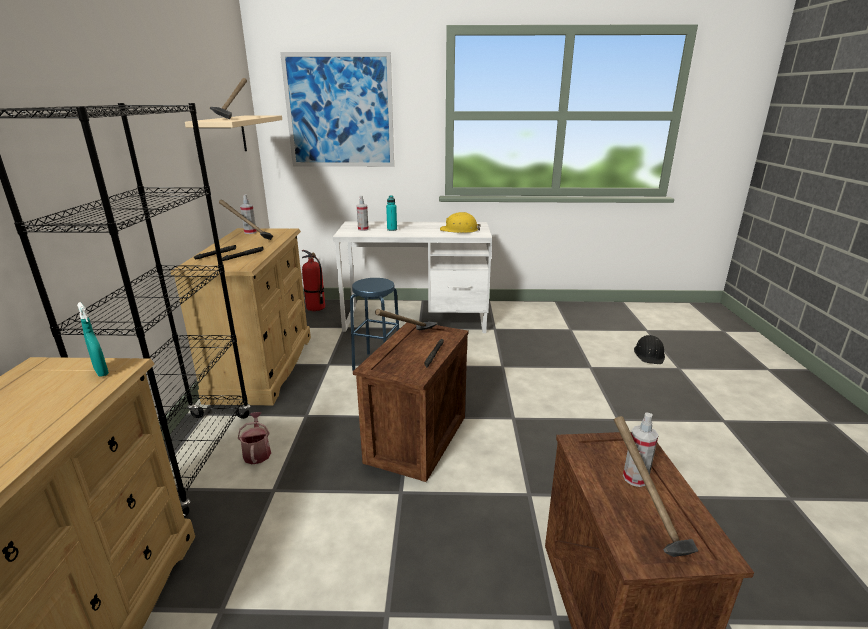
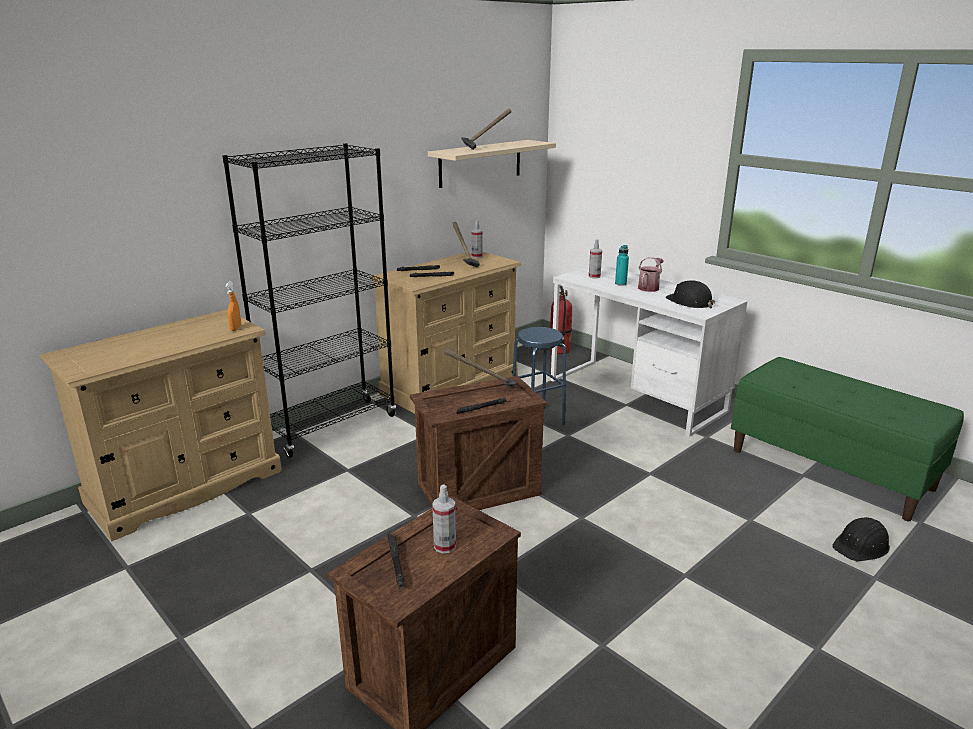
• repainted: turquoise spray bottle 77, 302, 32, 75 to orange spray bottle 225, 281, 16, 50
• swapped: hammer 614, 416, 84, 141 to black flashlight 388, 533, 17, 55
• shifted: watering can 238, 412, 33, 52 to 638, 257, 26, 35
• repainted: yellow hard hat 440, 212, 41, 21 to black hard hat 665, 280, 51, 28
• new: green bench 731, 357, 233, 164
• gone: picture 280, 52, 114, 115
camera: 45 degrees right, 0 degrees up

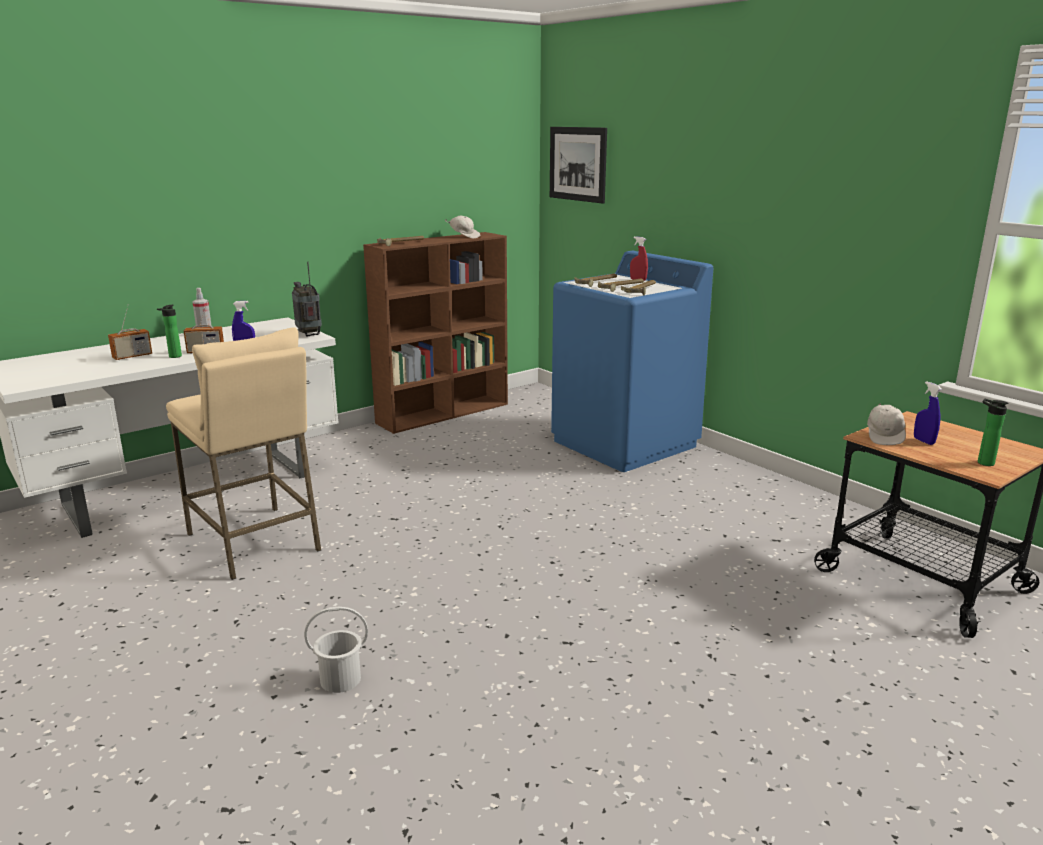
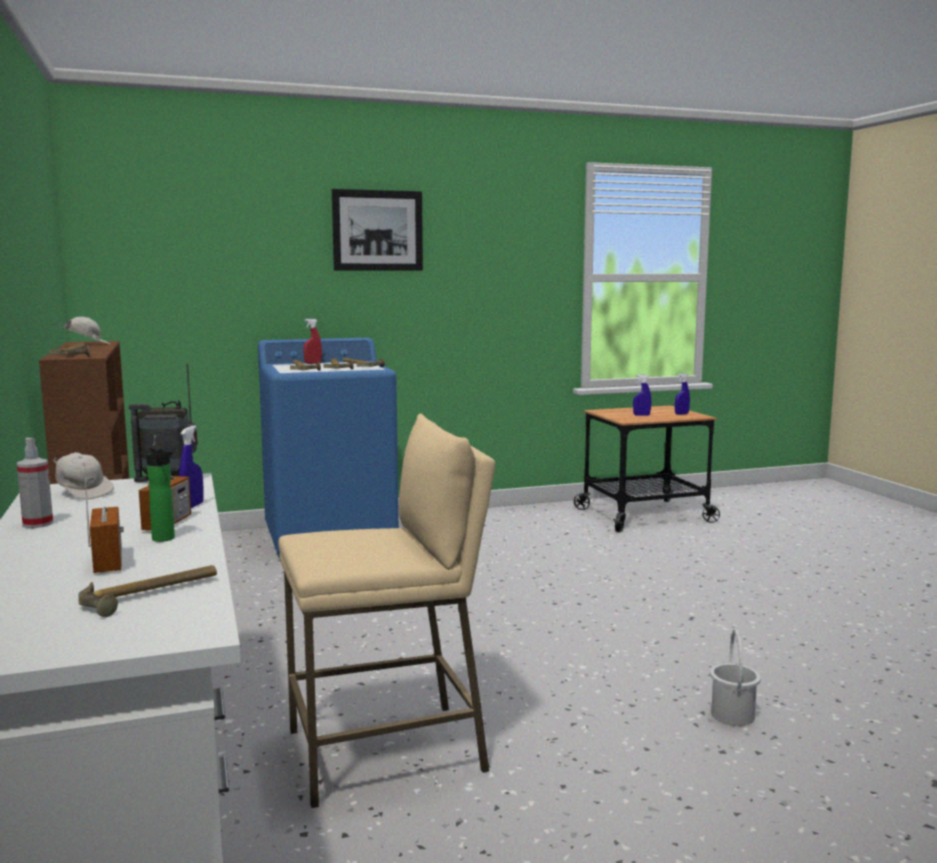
• shifted: white cap 867, 403, 39, 42 to 53, 452, 61, 48
• new: hammer 78, 565, 139, 52
• shifted: picture 550, 127, 57, 77 to 332, 189, 91, 82
• swapped: bottle 978, 399, 31, 67 to blue spray bottle 675, 374, 15, 41
camera: 70 degrees left, 10 degrees down

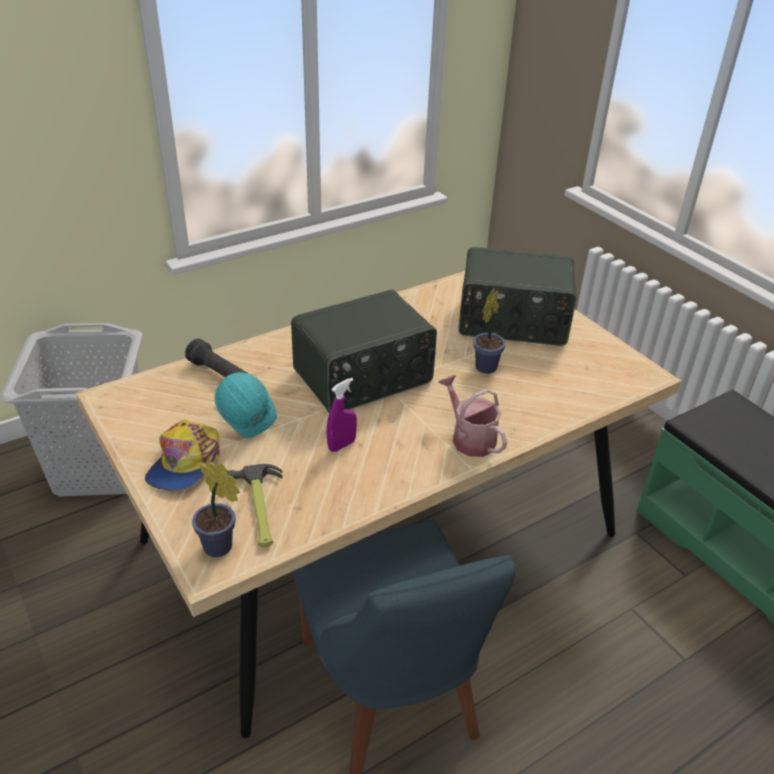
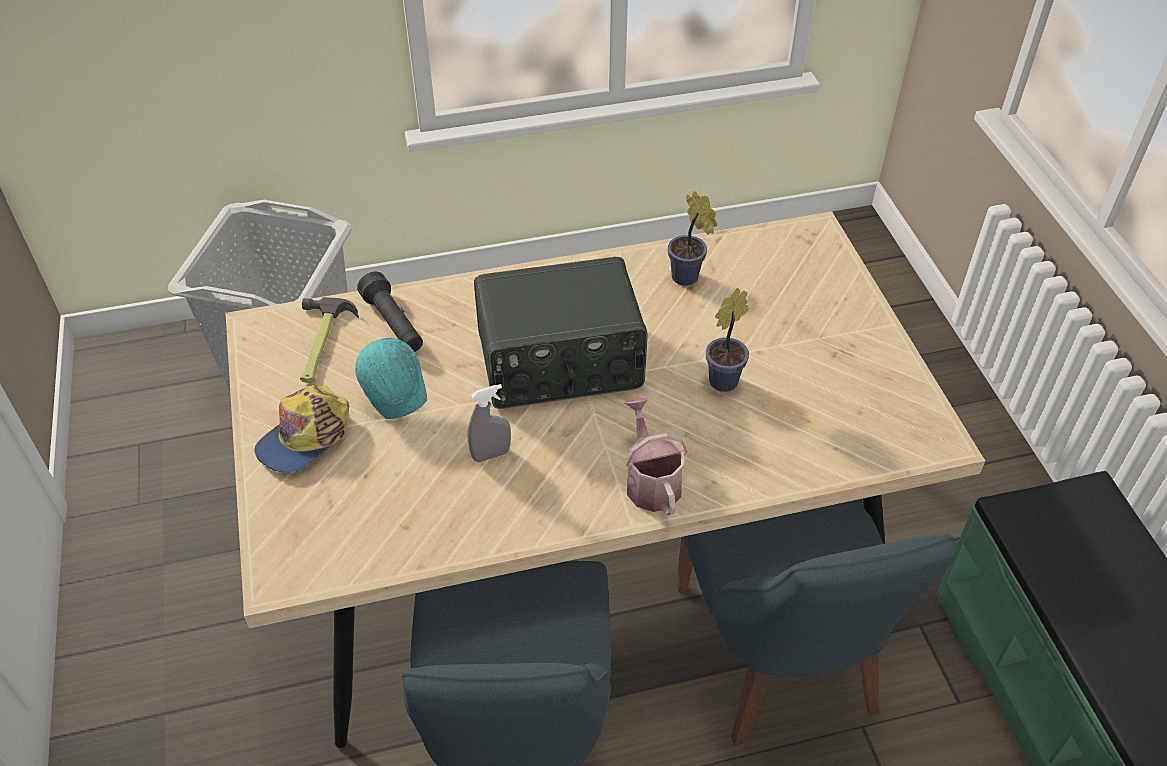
• shifted: hammer 227, 464, 56, 83 to 300, 297, 59, 86
• repainted: purple spray bottle 327, 378, 30, 74 to grey spray bottle 467, 384, 44, 78
• shifted: potted plant 192, 461, 48, 96 to 668, 191, 49, 95
• new: blue chair 676, 499, 280, 246
• gone: radio 458, 247, 118, 99
camera: 20 degrees right, 10 degrees up

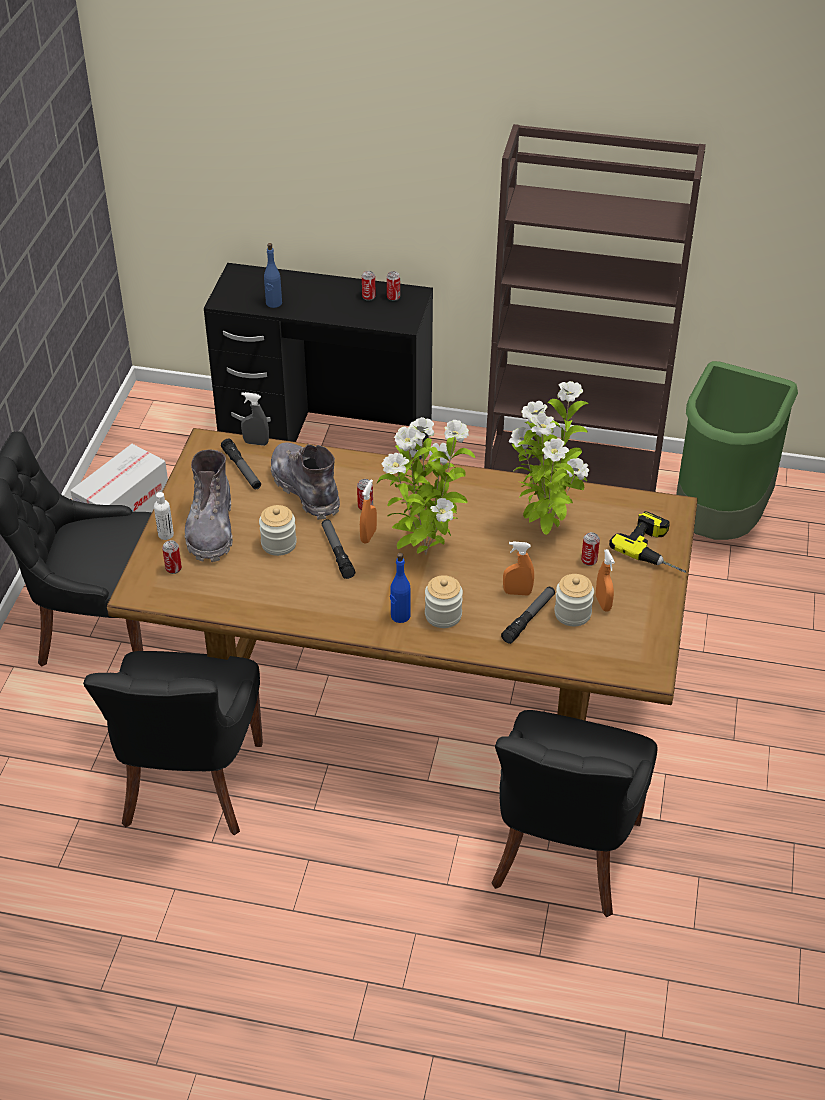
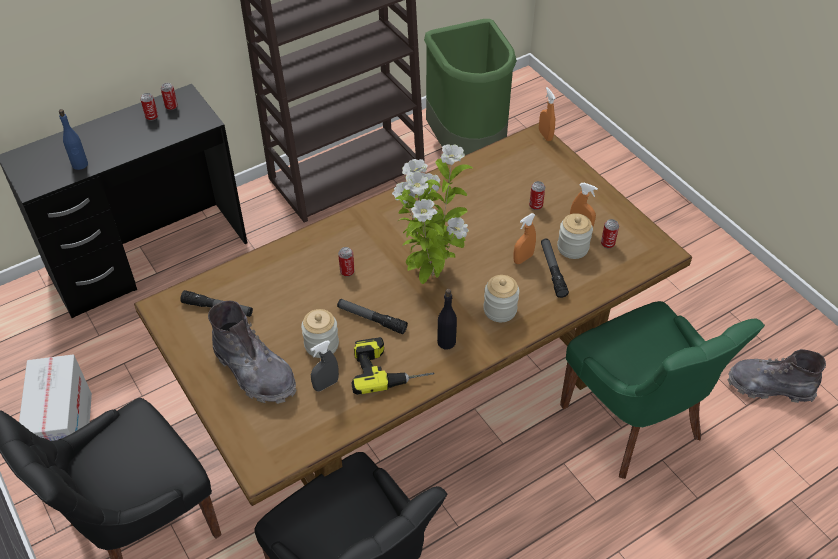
• shifted: grey spray bottle 241, 392, 28, 54 to 310, 340, 29, 51
• shifted: power drill 609, 511, 77, 62 to 351, 337, 84, 58
• new: black bottle 437, 289, 20, 60
• shifted: orange spray bottle 360, 479, 17, 65 to 539, 87, 17, 54
• repainted: black chair 491, 710, 166, 207 to green chair 560, 301, 205, 178
• shifted: can 162, 540, 20, 34 to 601, 219, 18, 29
• shifted: grey boot 271, 443, 69, 77 to 728, 349, 98, 54
• gone: white bottle 154, 492, 20, 48
• gone: blue bottle 390, 553, 21, 70
• gone: potted plant 509, 381, 81, 154
camera: 45 degrees left, 5 degrees up

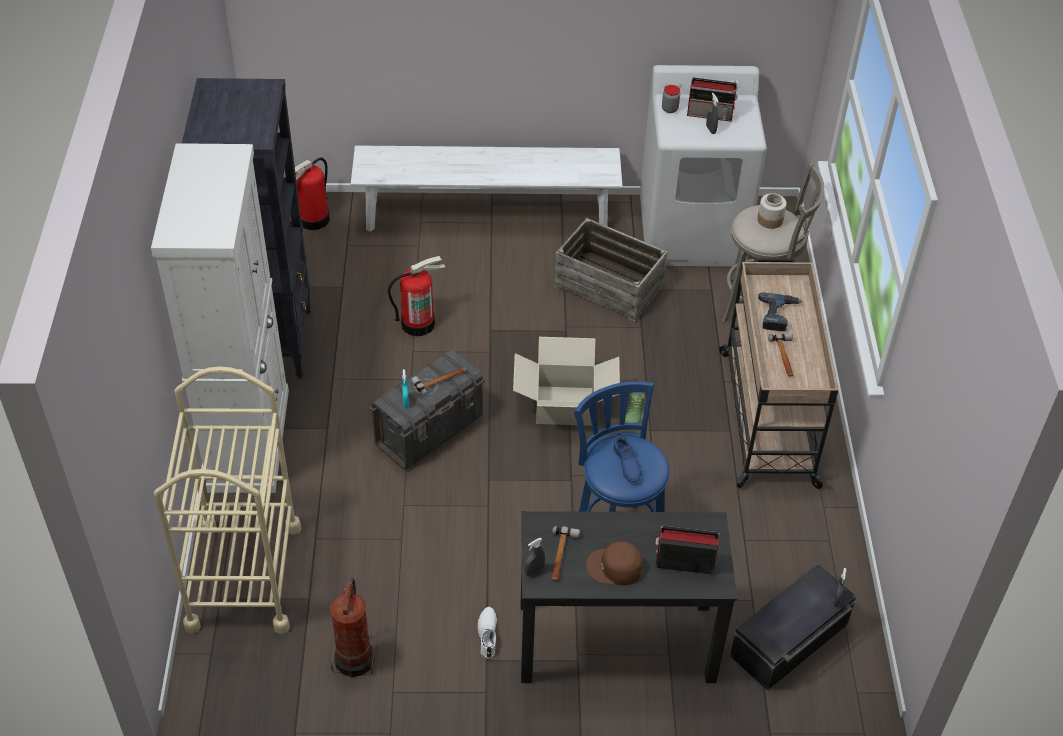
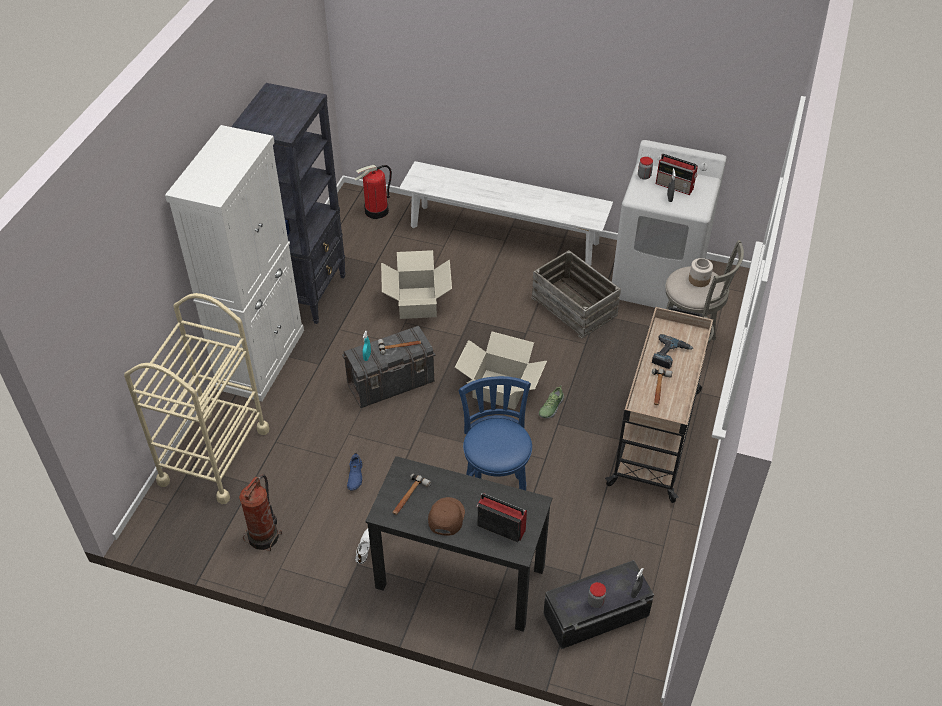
• shifted: blue shoe 613, 433, 29, 49 to 347, 453, 16, 38
• swapped: fire extinguisher 388, 256, 57, 80 to cardboard box 381, 250, 71, 69
• rotated: brown cap 586, 541, 57, 44 = 428, 497, 37, 39 75 degrees clockwise
• new: jar 588, 582, 18, 26
• gone: grey spray bottle 525, 538, 20, 38
camera: 20 degrees right, 0 degrees up

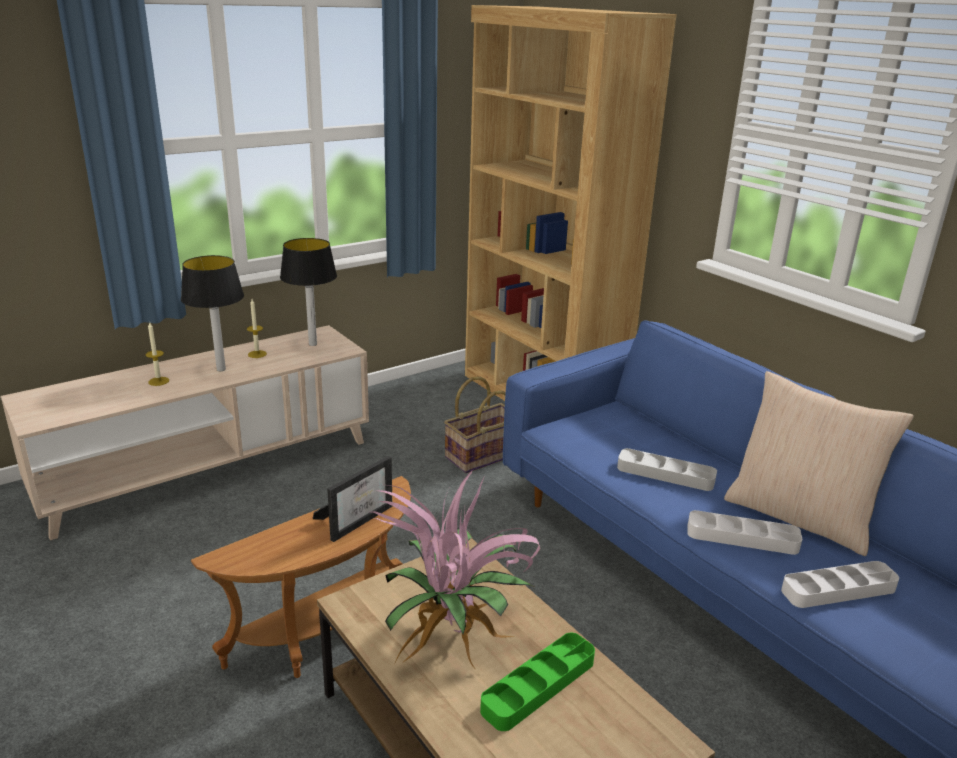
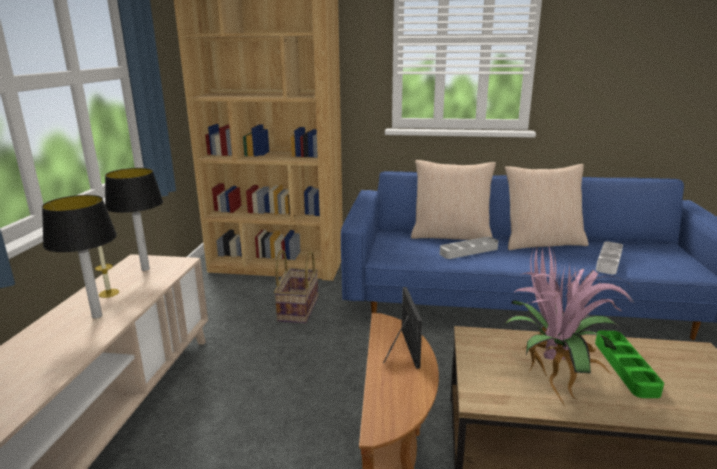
• new: beige pillow 411, 160, 85, 80
• gone: candle 146, 323, 23, 63
• gone: white tray 688, 510, 114, 45
camera: 45 degrees left, 5 degrees down

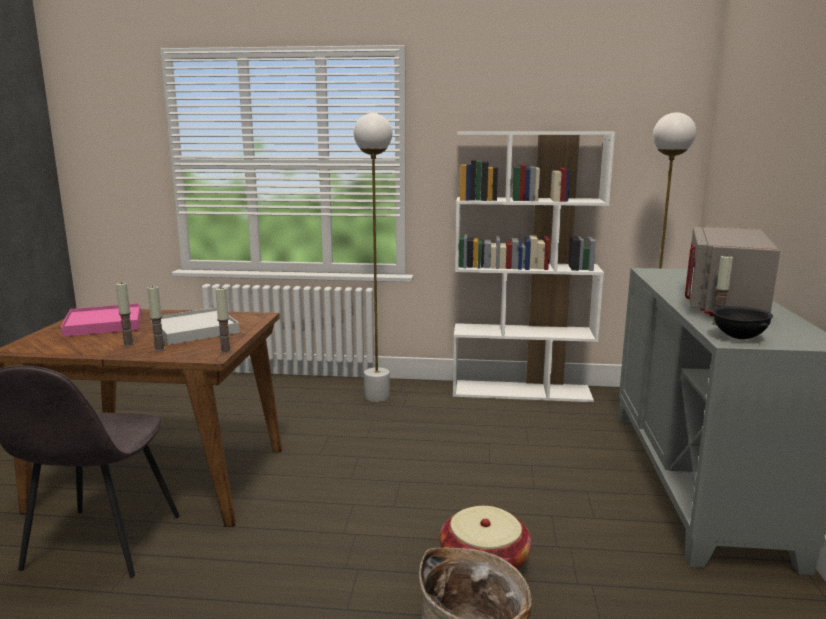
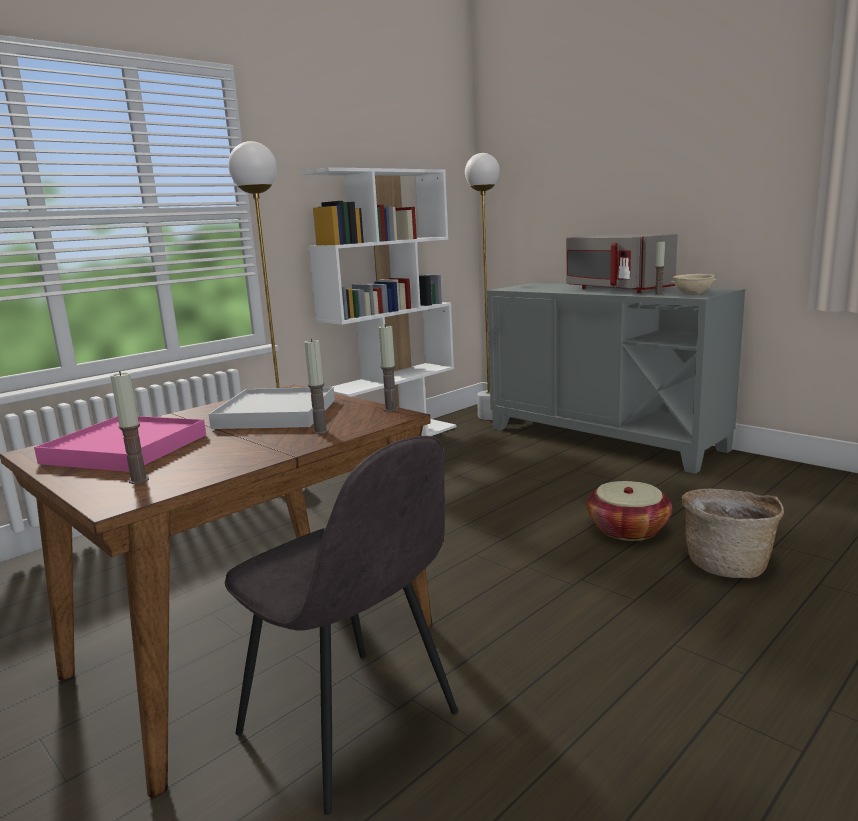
• shifted: candle 116, 282, 19, 65 to 111, 371, 38, 113
• repainted: black bowl 713, 306, 60, 33 to beige bowl 671, 274, 45, 21
camera: 50 degrees left, 0 degrees up

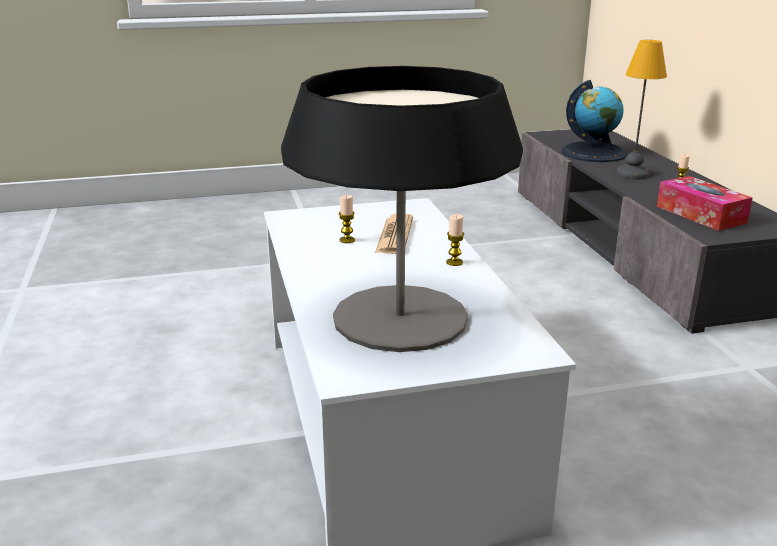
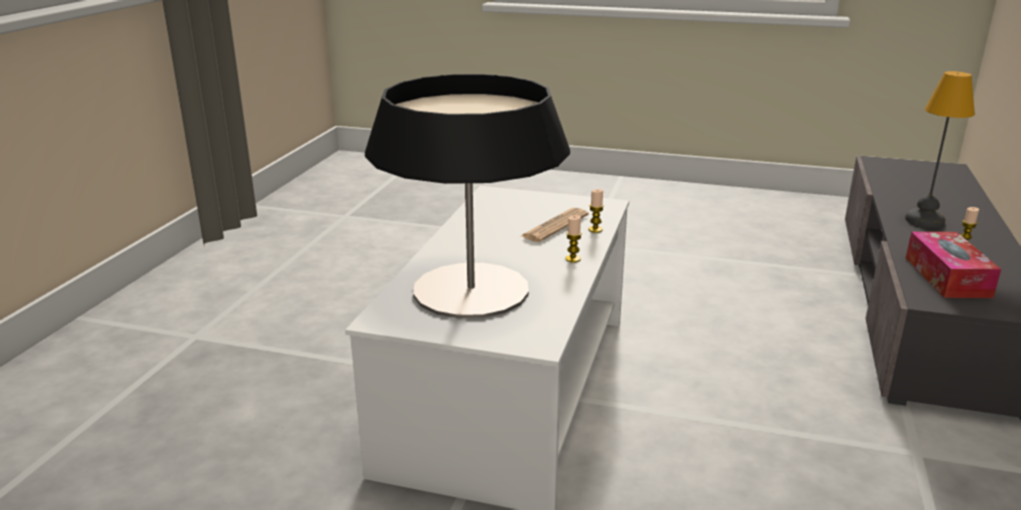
• shifted: candle 339, 195, 16, 48 to 588, 189, 16, 44
• gone: globe 562, 80, 65, 82
camera: 30 degrees right, 0 degrees up

